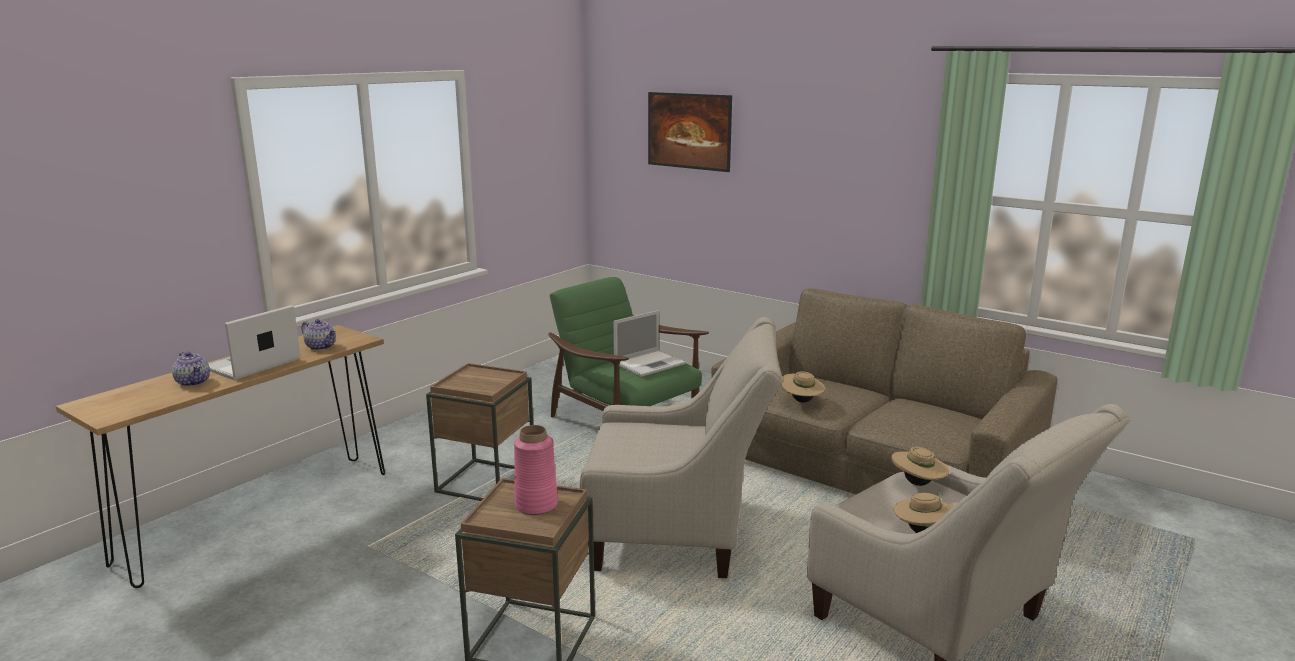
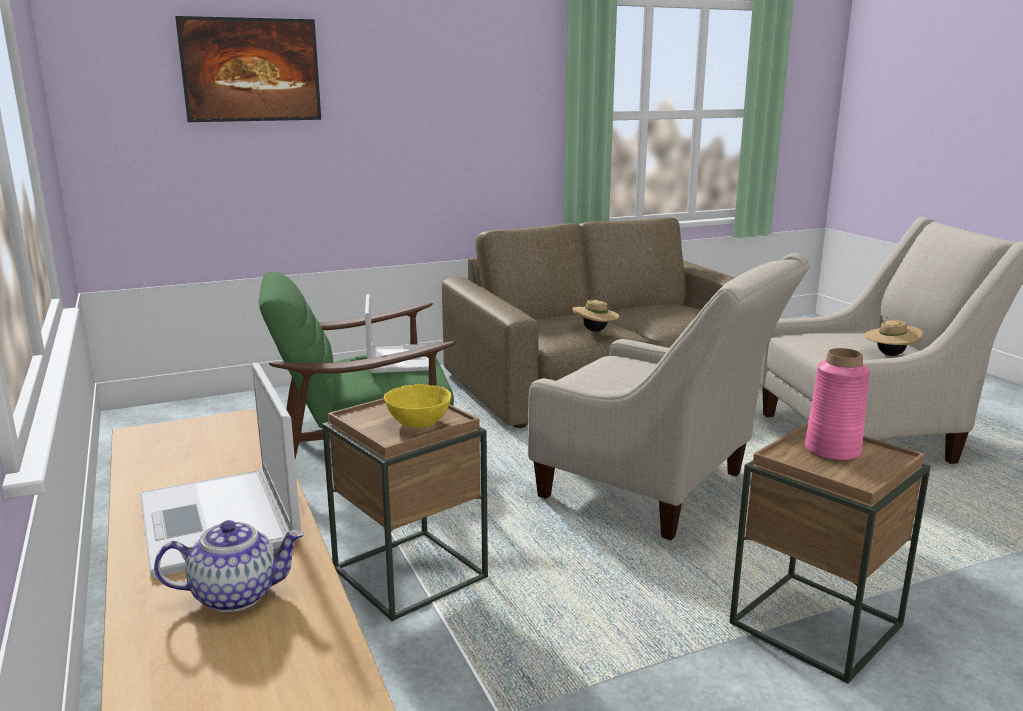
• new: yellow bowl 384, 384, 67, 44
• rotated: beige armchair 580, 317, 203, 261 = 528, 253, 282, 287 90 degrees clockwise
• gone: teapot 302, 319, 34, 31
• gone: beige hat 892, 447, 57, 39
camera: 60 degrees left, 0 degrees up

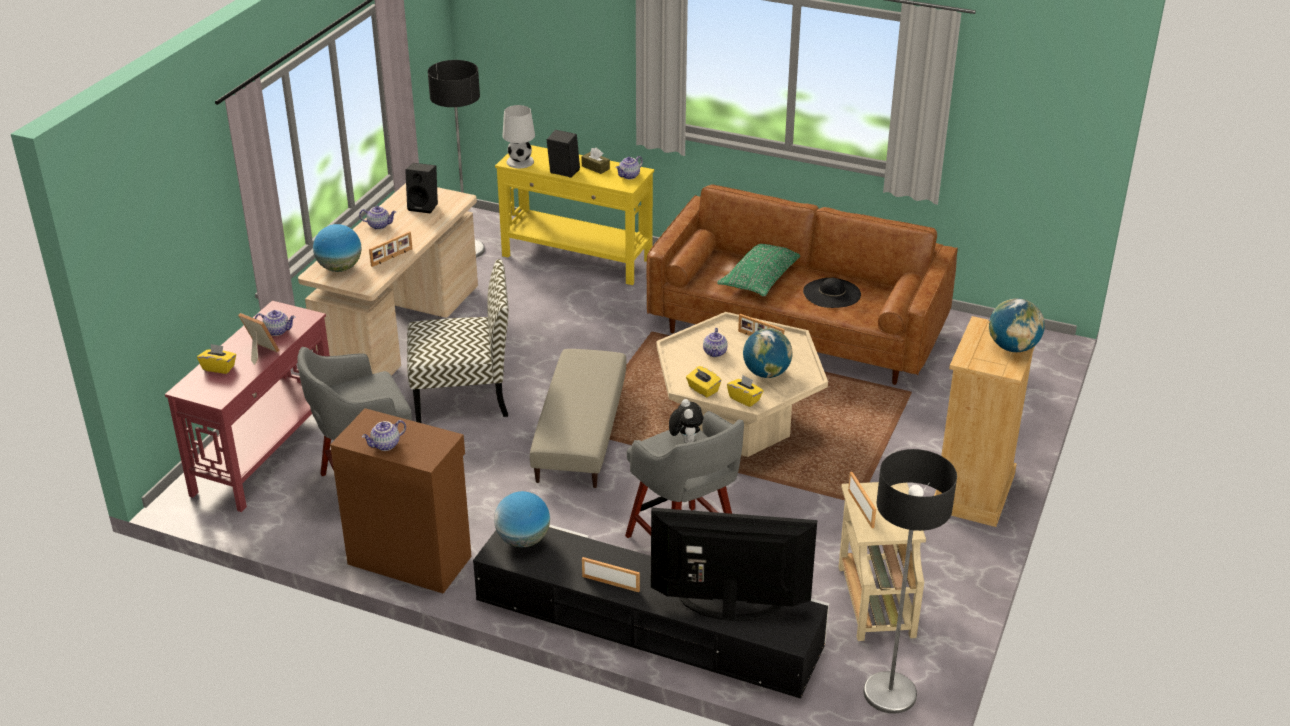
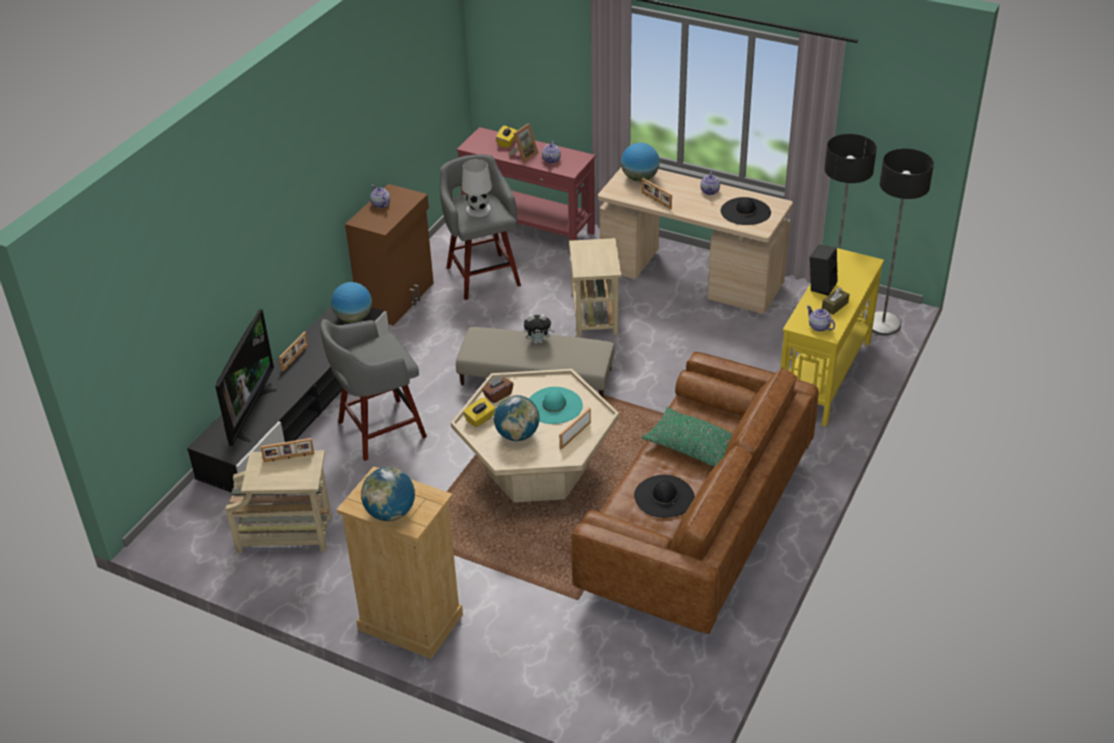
• shifted: white table lamp 502, 105, 33, 63 to 462, 159, 30, 58
• repainted: yellow tissue box 686, 366, 35, 31 to brown tissue box 482, 375, 31, 28
• shifted: plush toy 669, 399, 35, 44 to 524, 314, 31, 30
• swapped: teapot 703, 328, 25, 29 to turquoise hat 529, 387, 54, 37
• swapped: chair 407, 259, 102, 164 to beige side table 569, 238, 52, 99
• swapped: black speaker 405, 163, 33, 51 to black hat 721, 197, 50, 28
• shifted: floor lamp 863, 449, 94, 265 to 872, 149, 62, 186
camera: 95 degrees right, 5 degrees up

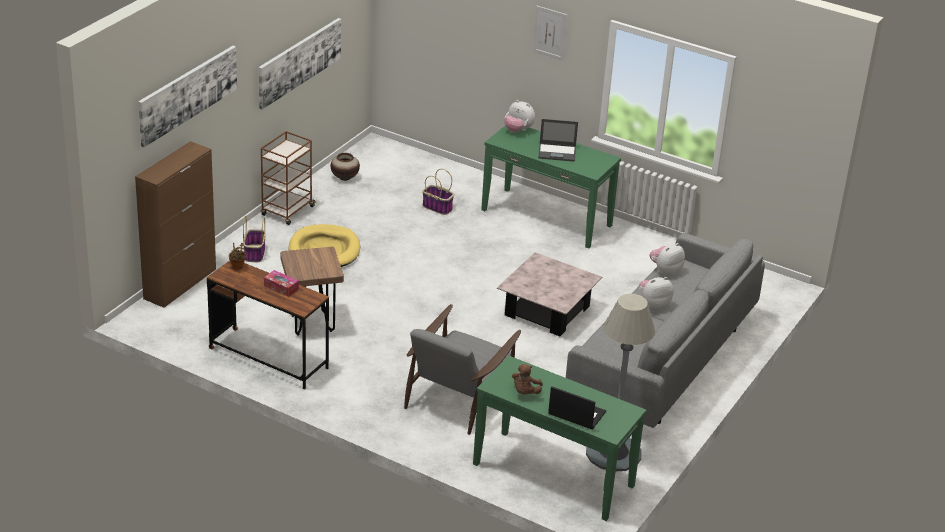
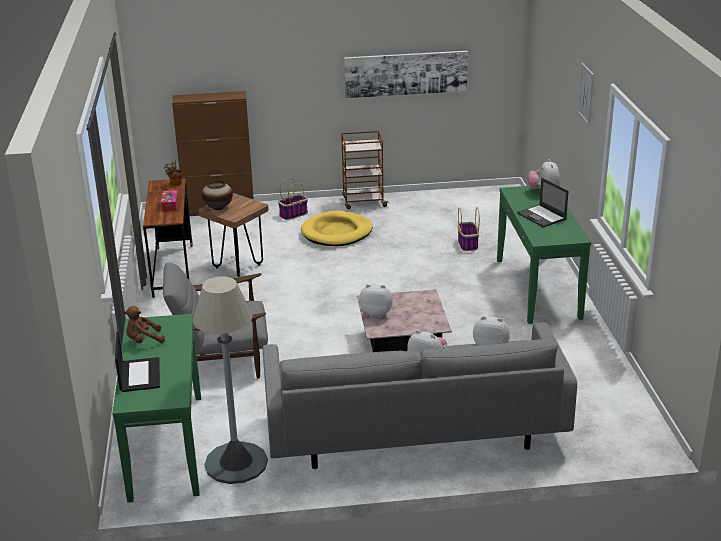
• shifted: vase 331, 153, 29, 28 to 201, 180, 32, 30
• new: plush toy 359, 284, 34, 33
• gone: picture 138, 46, 99, 101
camera: 55 degrees right, 5 degrees down

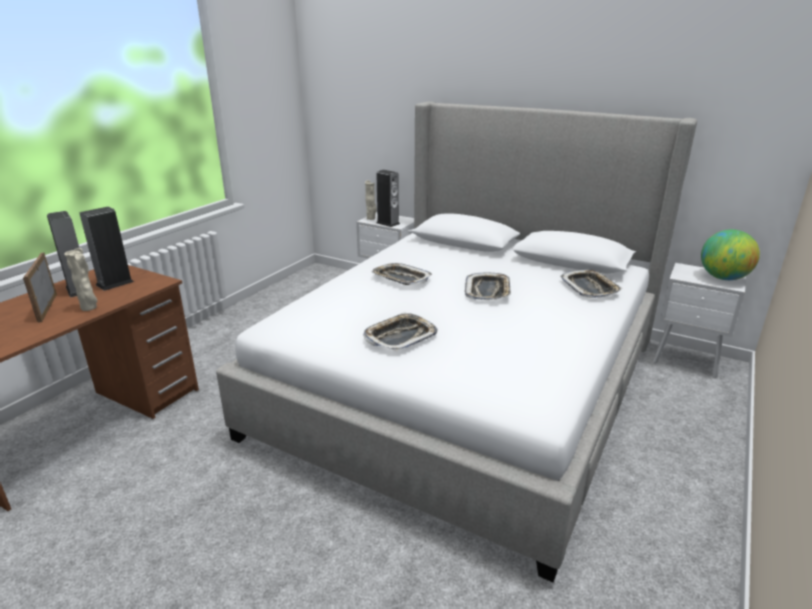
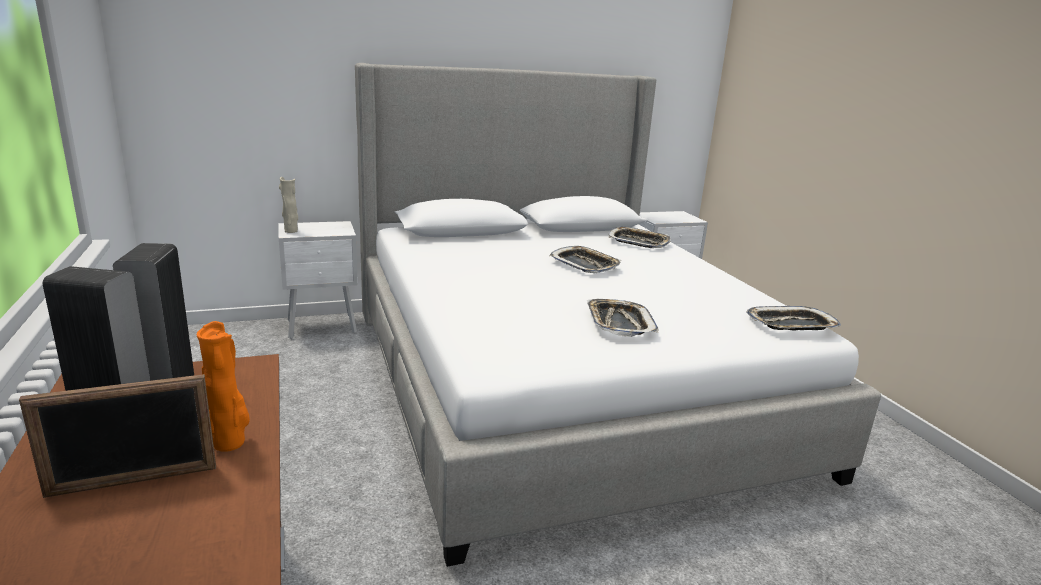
• rotated: picture frame 23, 253, 34, 70 = 19, 374, 197, 124 45 degrees counterclockwise
• repainted: beige vase 64, 248, 33, 63 to orange vase 196, 321, 54, 131
• shifted: tray 372, 263, 60, 22 to 746, 306, 95, 24
• gone: speaker 376, 170, 24, 57
• gone: globe 701, 229, 59, 51
camera: 50 degrees left, 5 degrees down

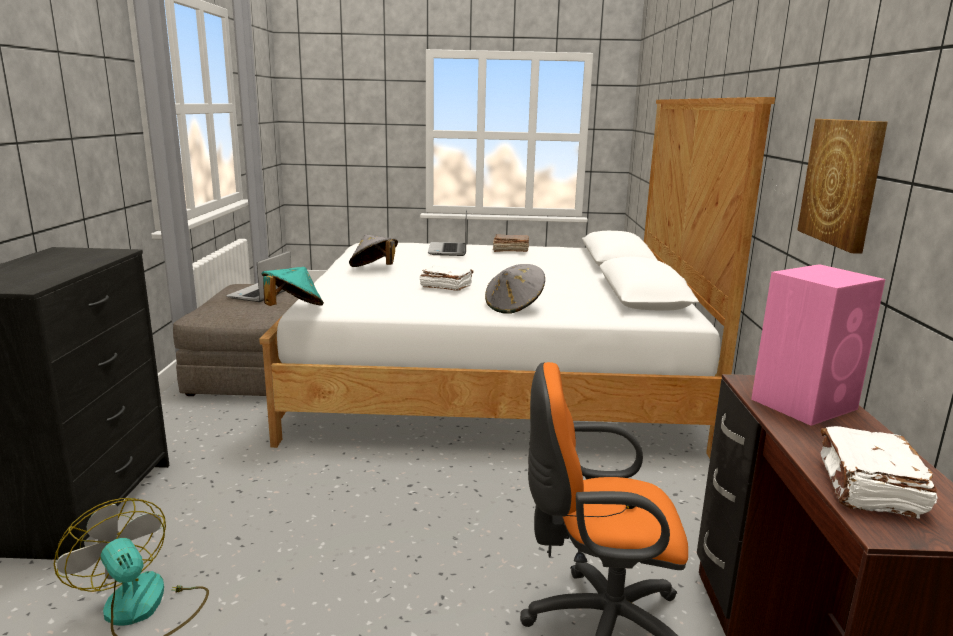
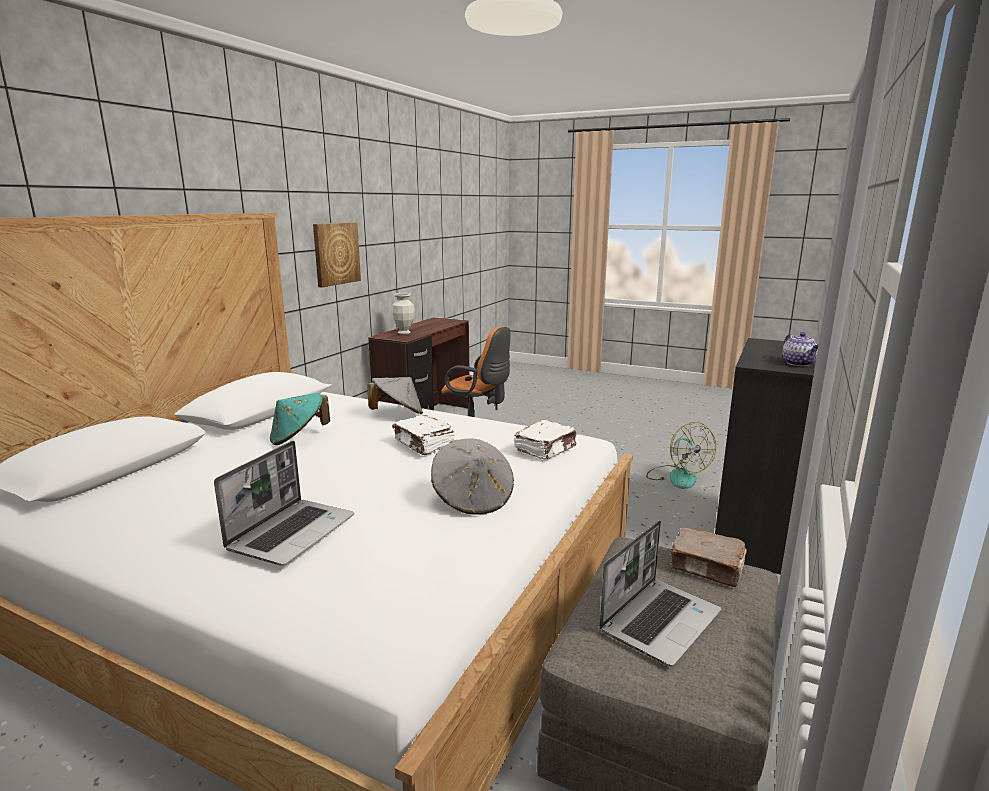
• shifted: turquoise hat 262, 267, 62, 39 to 270, 393, 60, 52
• swapped: pink speaker 751, 264, 134, 162 to vase 392, 293, 23, 42
• shifted: white book 821, 426, 117, 93 to 514, 420, 63, 39
• shifted: brown book 493, 234, 36, 18 to 670, 527, 77, 60
• new: teapot 782, 332, 36, 34
camera: 155 degrees left, 0 degrees up

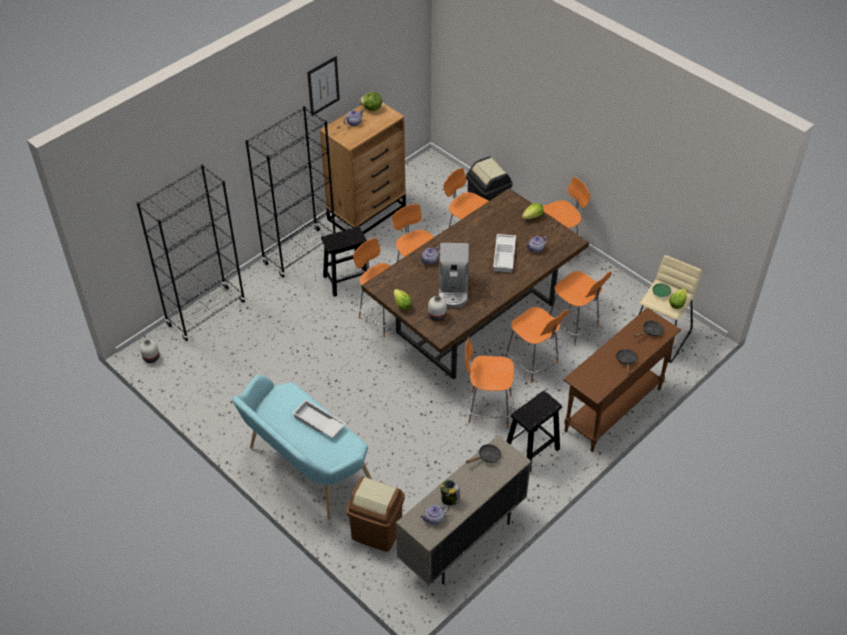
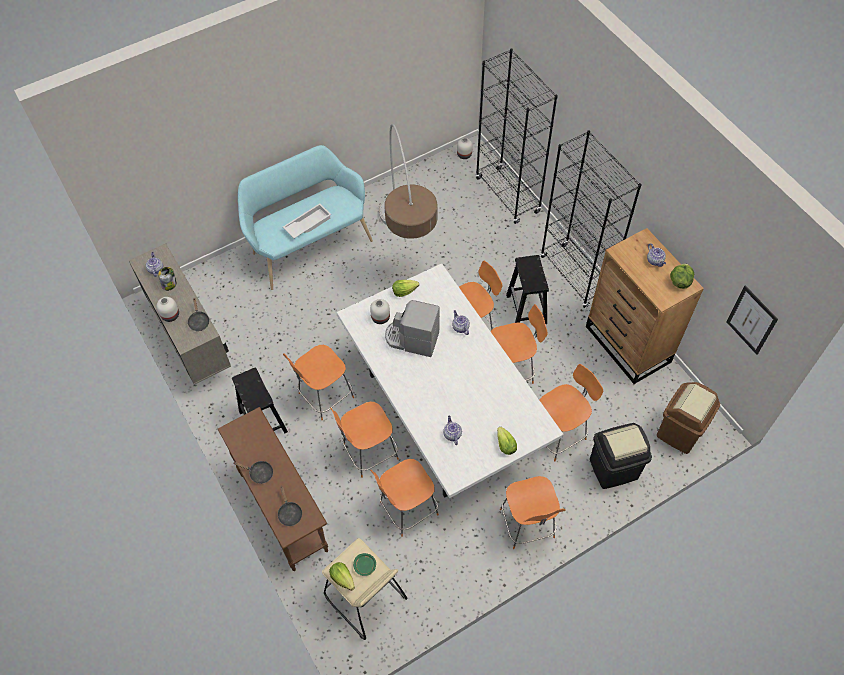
• new: white vase 157, 297, 22, 25
• rotated: orange chair 465, 337, 49, 90 = 283, 345, 71, 76 150 degrees counterclockwise
• repainted: brown dining table 362, 188, 227, 191 to white dining table 337, 264, 226, 234
• new: floor lamp 379, 124, 59, 115
• shifted: brown trash can 346, 476, 59, 76 to 657, 382, 63, 72
• shifted: picture 307, 56, 33, 60 to 727, 286, 51, 69
• gone: white tray 493, 234, 23, 38
camera: 105 degrees right, 10 degrees up

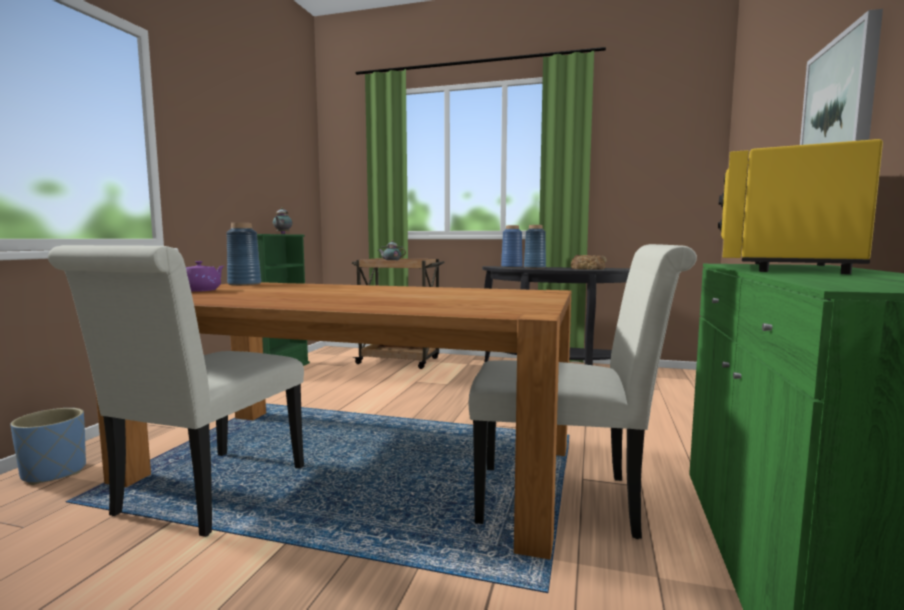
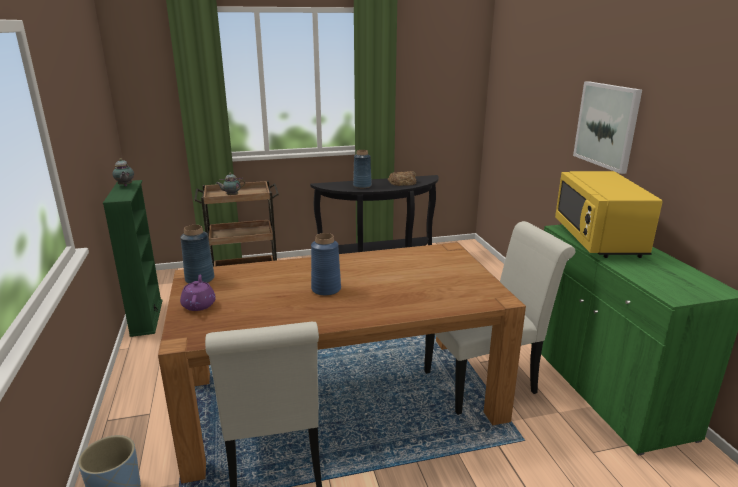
• shifted: blue vase 501, 225, 22, 43 to 311, 233, 30, 63
camera: 30 degrees left, 15 degrees up

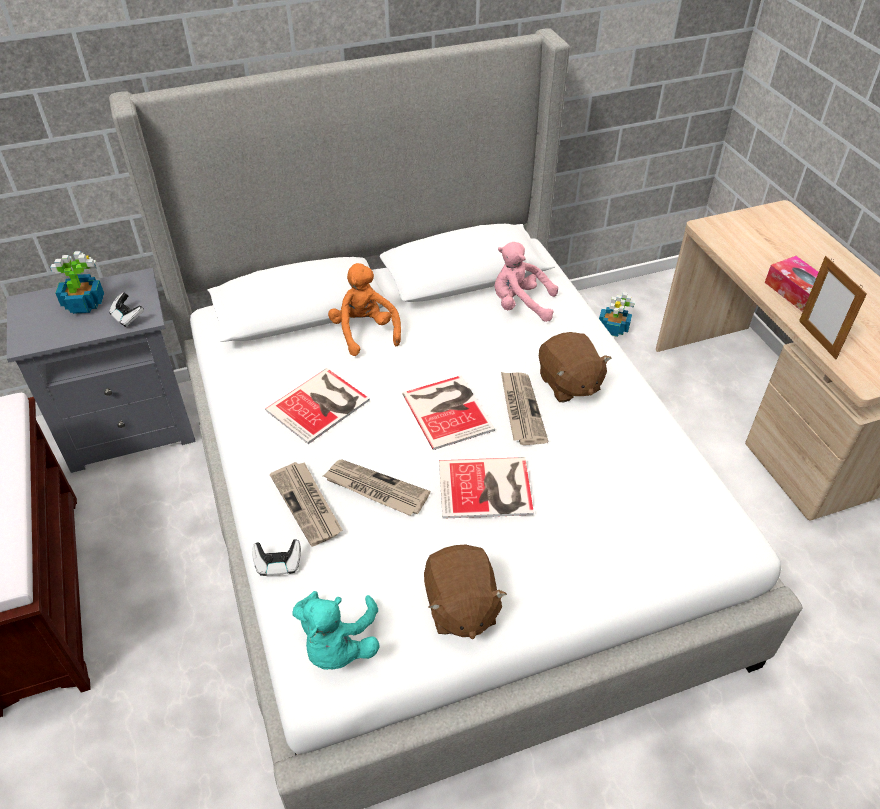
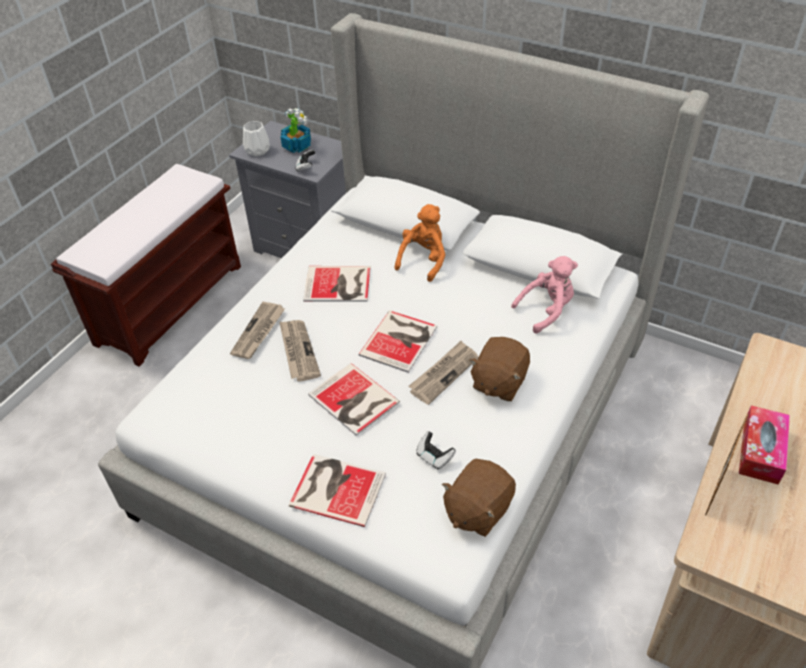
• new: white vase 243, 121, 27, 36
• new: book 289, 454, 97, 73
• shifted: game controller 252, 539, 49, 37 to 416, 431, 40, 39
• shifted: brown plush toy 424, 544, 83, 95 to 442, 459, 74, 78
• rotated: pink plush toy 495, 242, 63, 80 = 511, 256, 67, 77 90 degrees clockwise
• gone: turquoise plush toy 293, 591, 87, 79
• gone: potted plant 599, 292, 36, 45
camera: 50 degrees right, 0 degrees up

